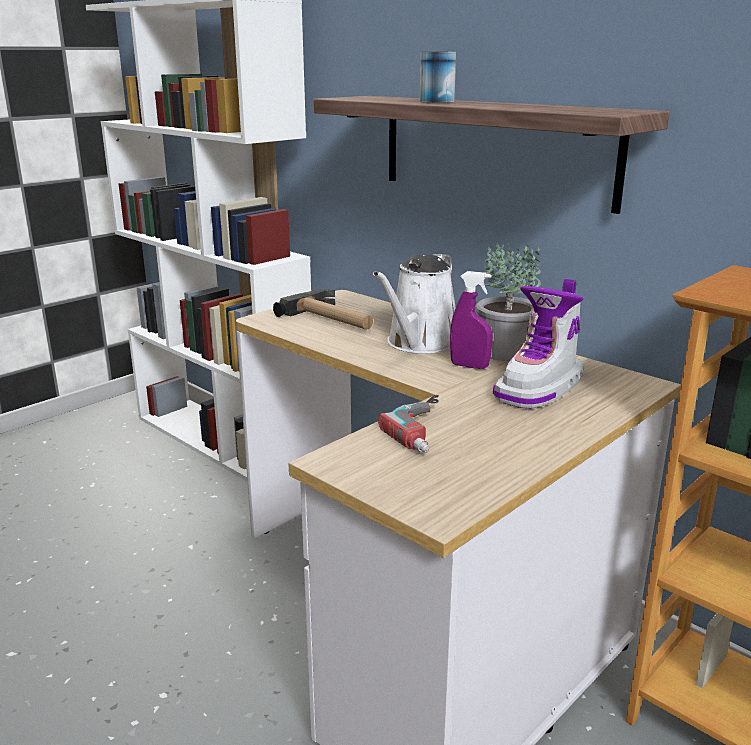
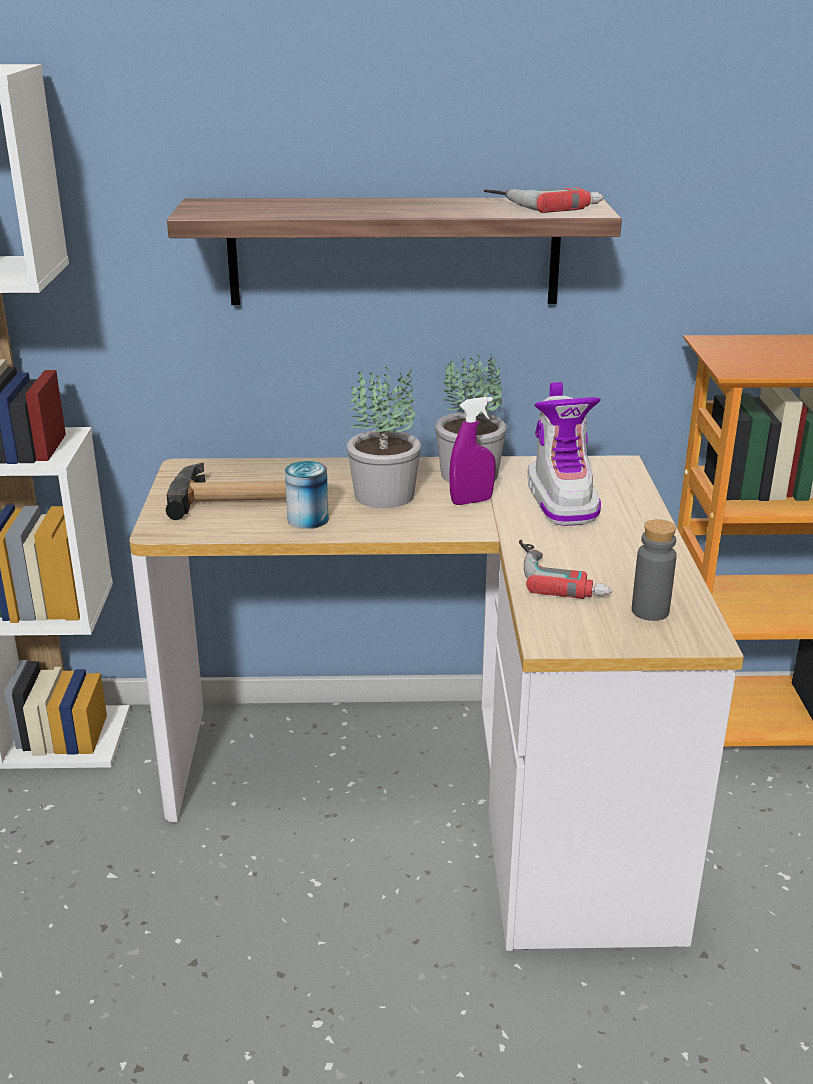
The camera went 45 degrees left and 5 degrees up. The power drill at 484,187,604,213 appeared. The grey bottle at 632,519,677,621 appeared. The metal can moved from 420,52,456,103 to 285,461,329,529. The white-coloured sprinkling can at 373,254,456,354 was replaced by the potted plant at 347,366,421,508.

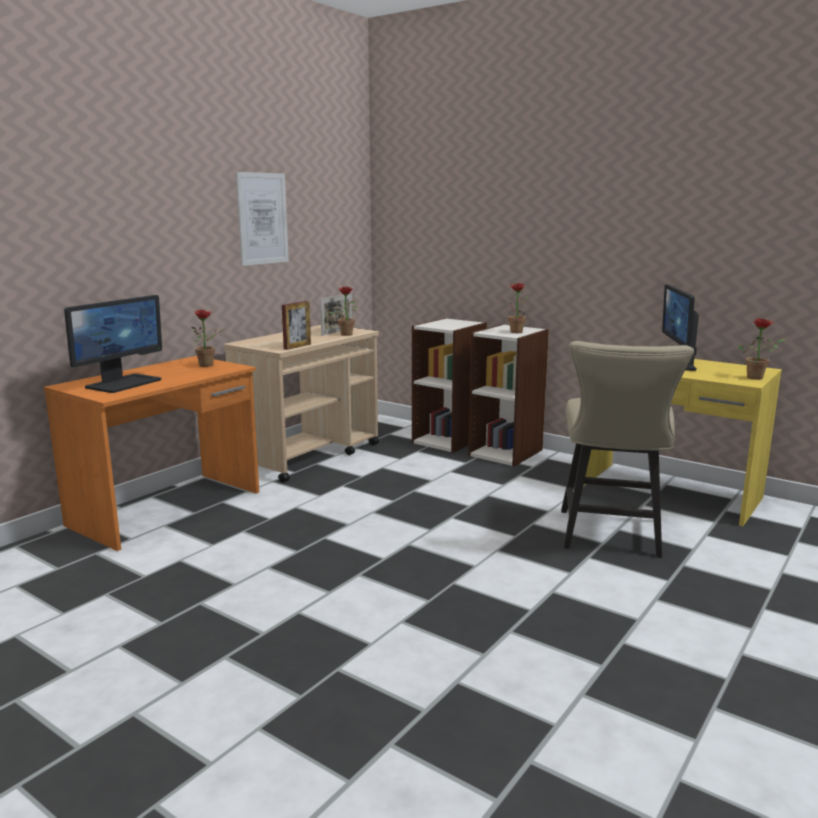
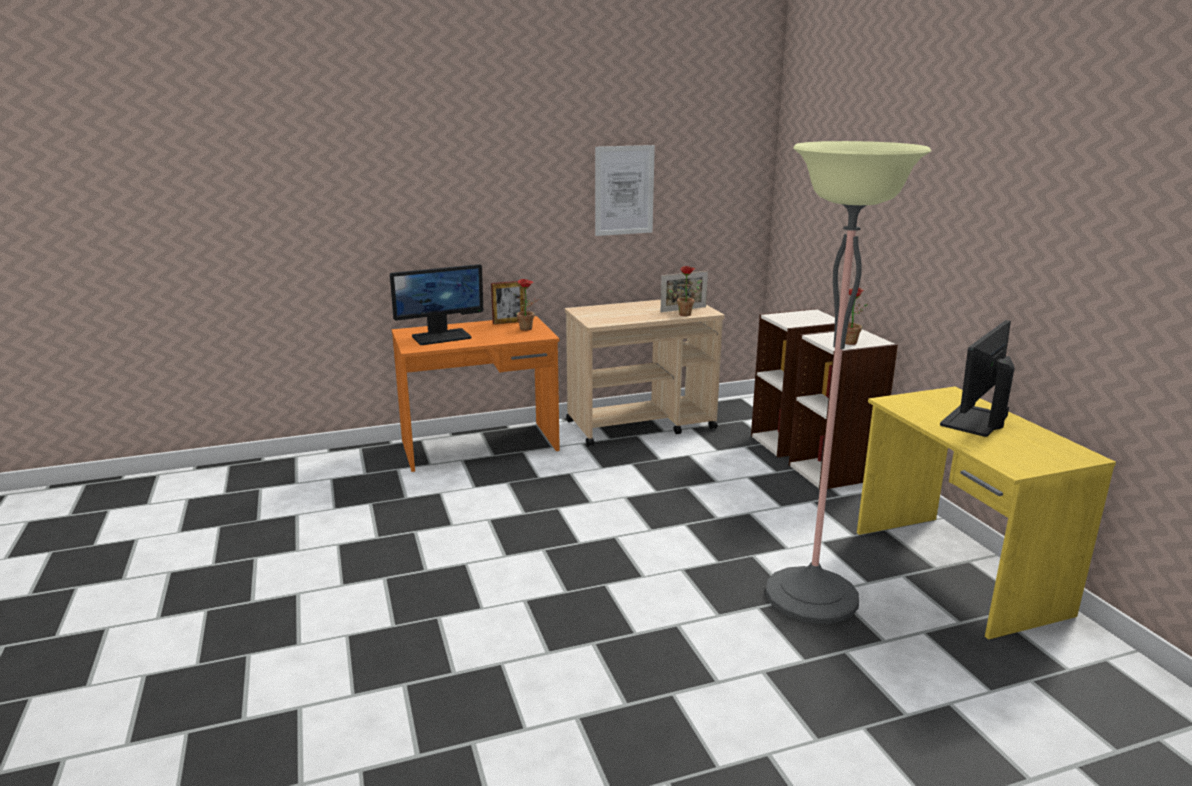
The camera went 35 degrees right and 5 degrees up. The potted plant at 737,318,786,380 disappeared. The photo frame moved from 282,301,311,350 to 491,281,525,325. The sand-coloured upright chair at 561,341,694,558 was replaced by the standard lamp at 766,141,931,624.

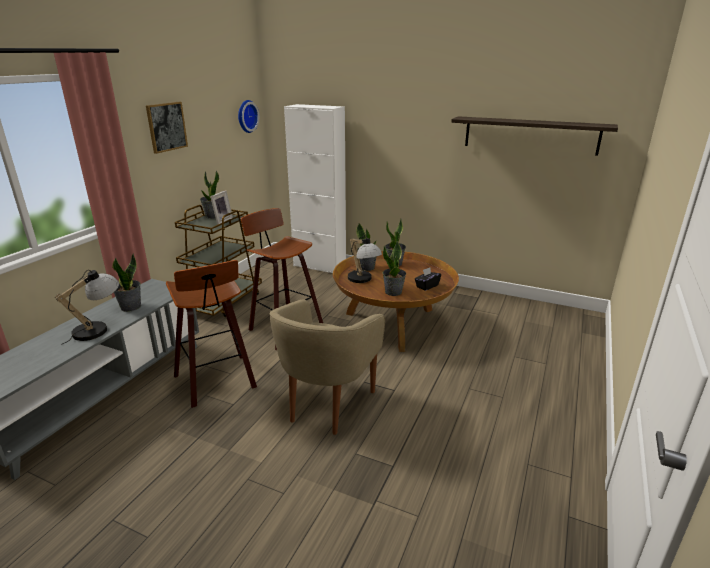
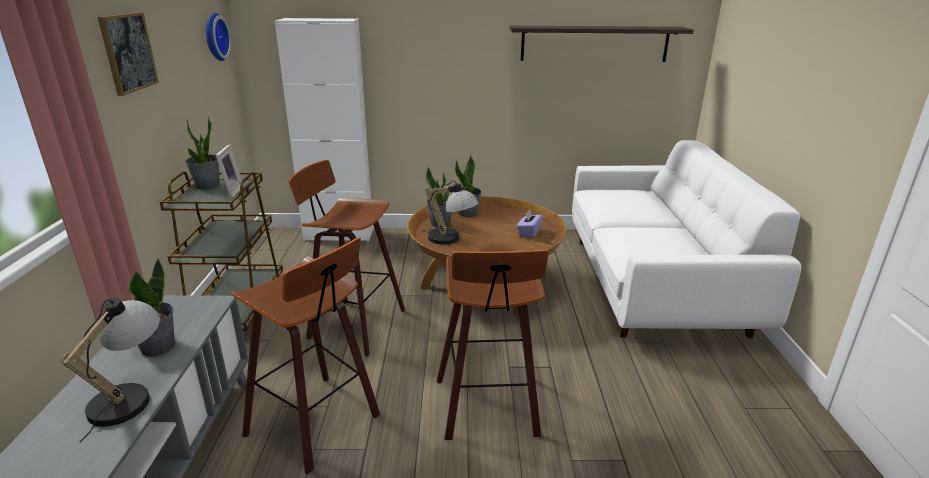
The camera went 25 degrees left and 0 degrees up. The potted plant at 383,241,406,296 disappeared. The white-coloured couch at 572,140,802,339 appeared. The sand-coloured lounge chair at 270,299,385,435 was replaced by the stool at 437,250,548,440. The blackish box of tissues at 415,267,441,291 became the purple box of tissues at 517,210,543,238.

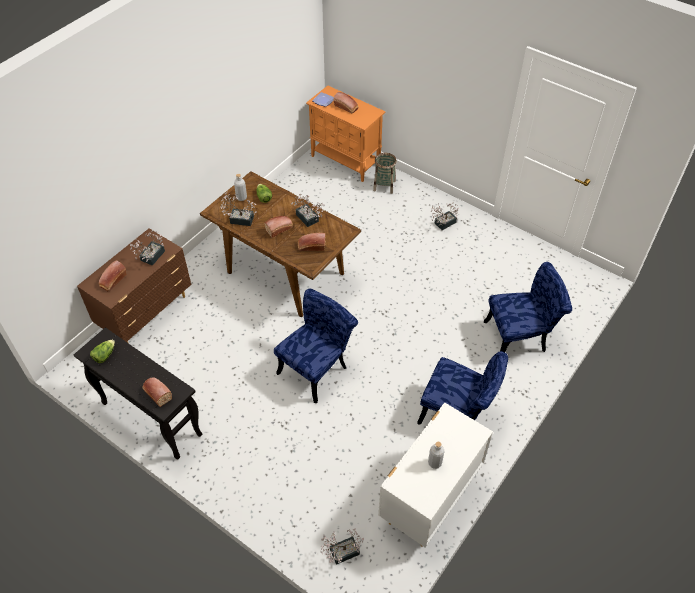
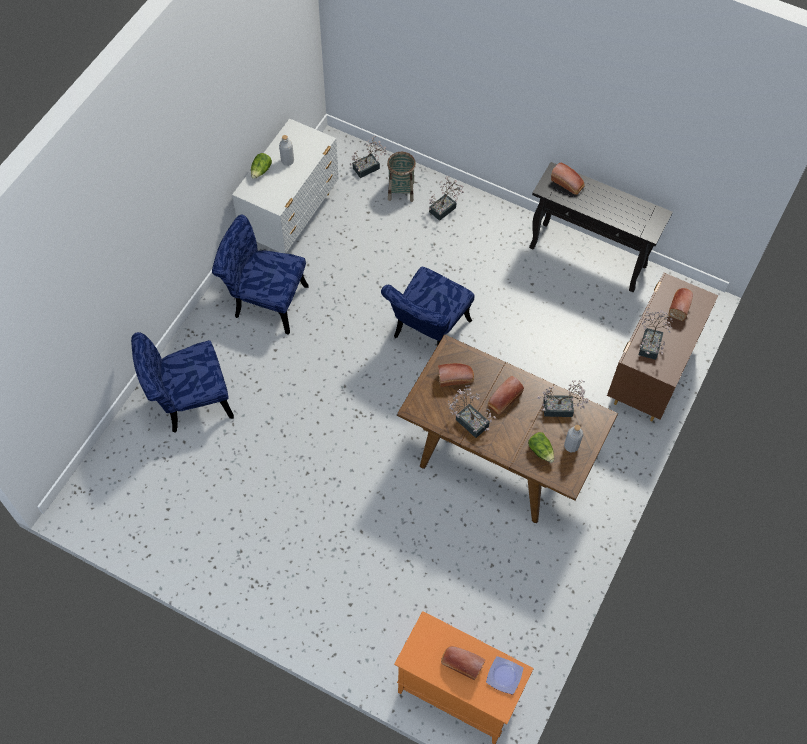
The camera went 170 degrees right and 10 degrees up. The lettuce moved from 90,339,115,363 to 251,153,272,179. The storage basket moved from 373,153,397,194 to 387,152,416,202. The potted plant moved from 430,202,459,230 to 429,176,464,221.

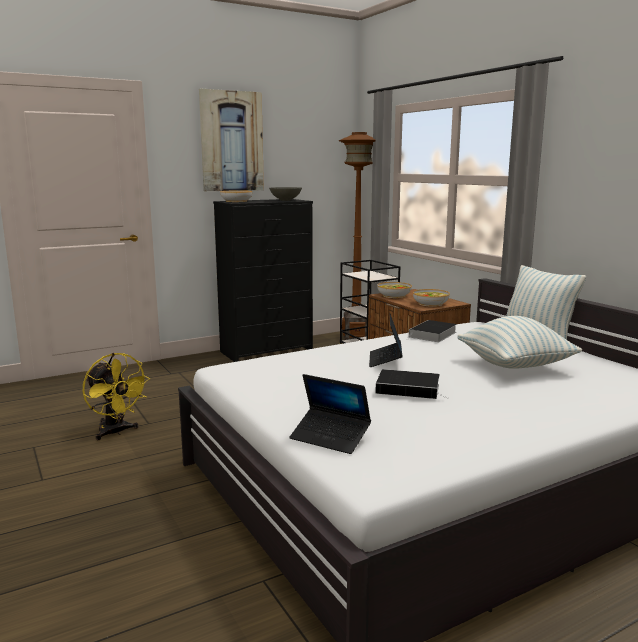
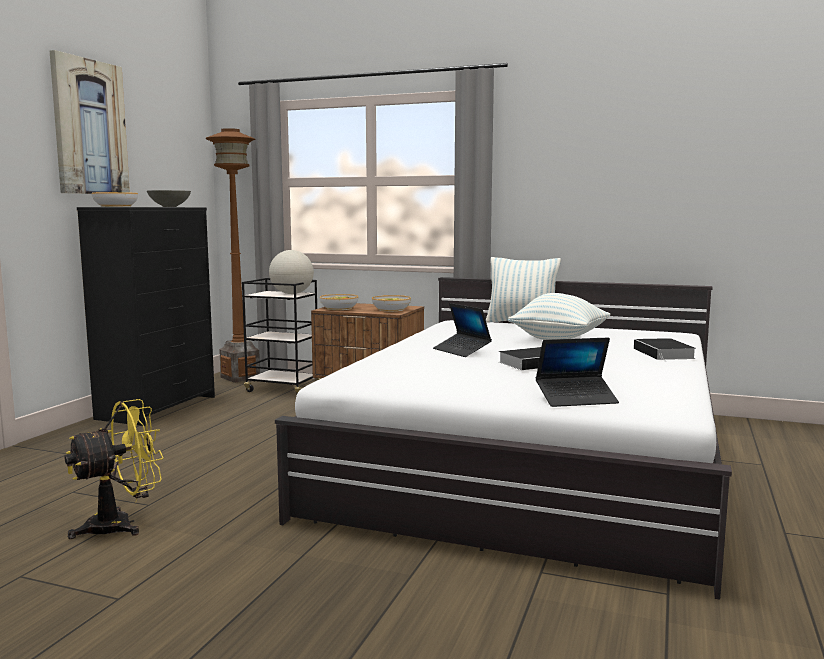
The camera went 40 degrees left and 5 degrees down. The desk globe at 269,250,314,294 appeared. The book moved from 407,320,457,342 to 634,338,696,362. The yellow cooling fan at 83,353,150,440 turned 45 degrees counterclockwise.

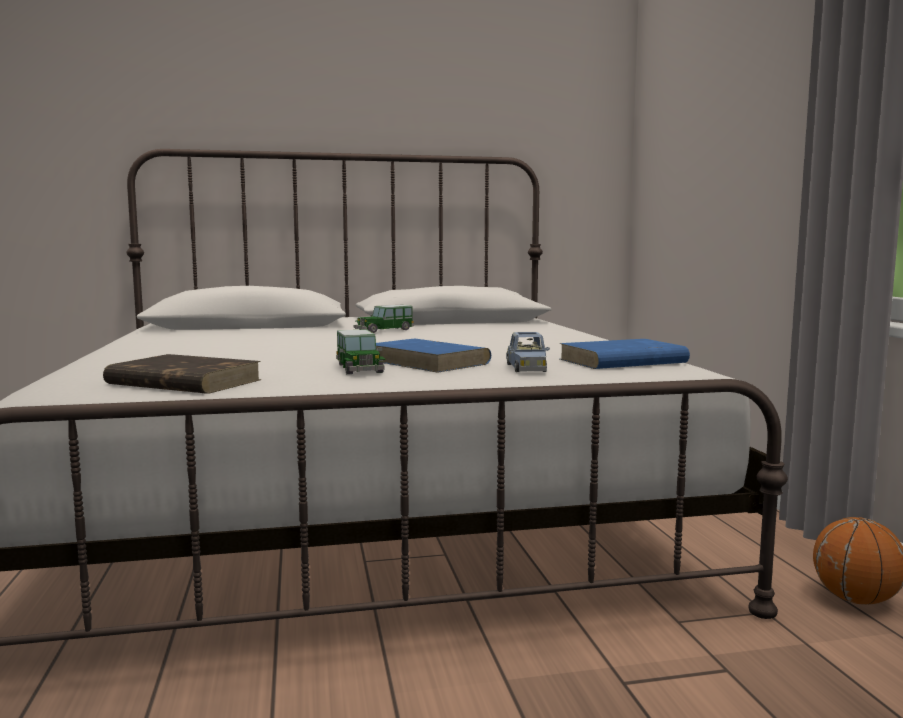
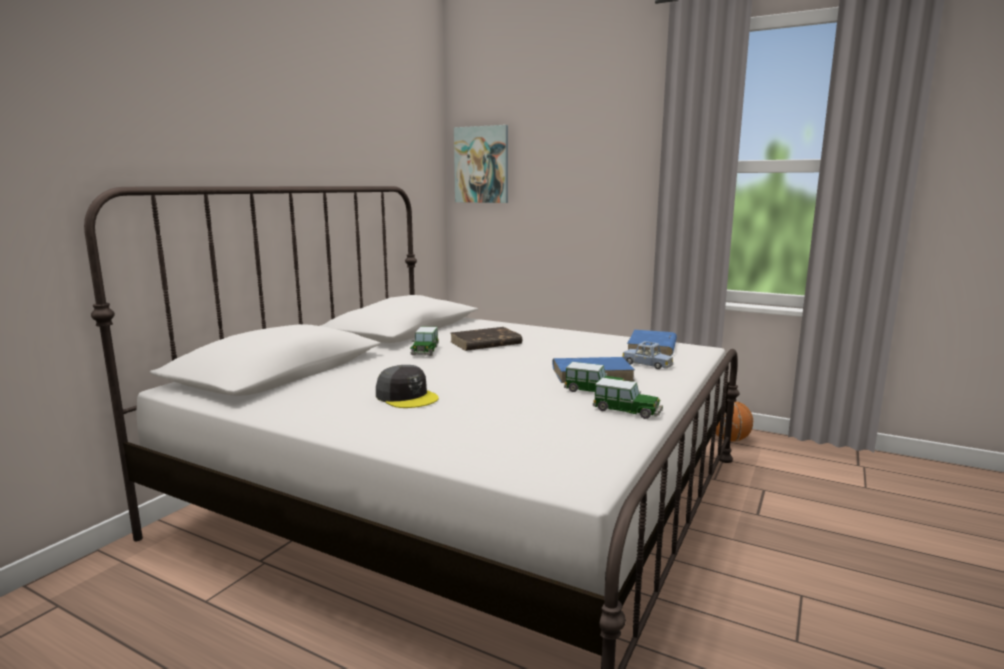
The camera went 50 degrees left and 5 degrees up. The grey peaked cap at 376,365,439,408 appeared. The picture at 454,125,508,203 appeared. The model car at 593,377,663,419 appeared. The brown book moved from 103,354,261,394 to 451,327,522,351.

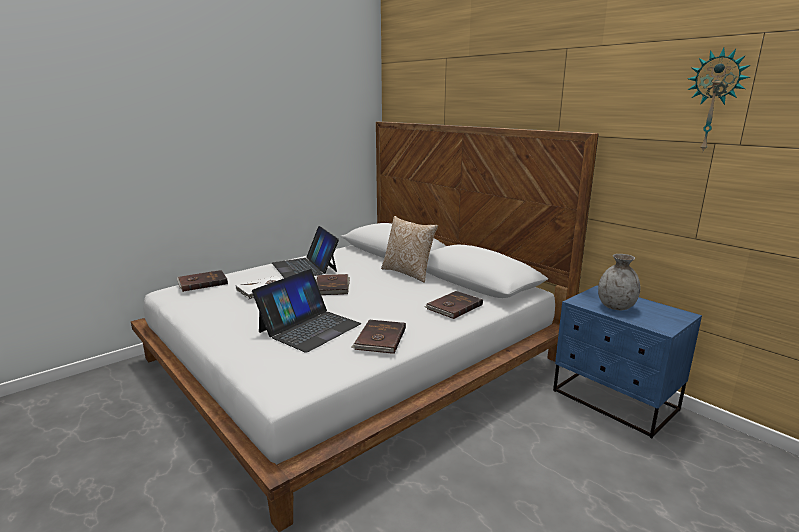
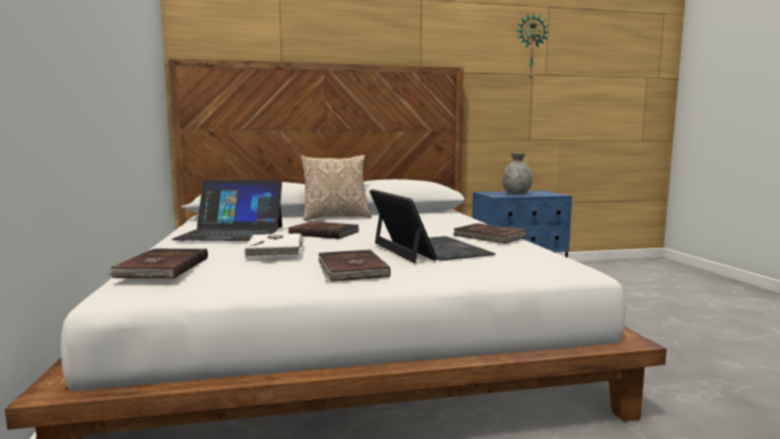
The camera went 60 degrees left and 10 degrees down. The brown book moved from 424,291,483,319 to 318,249,391,282.

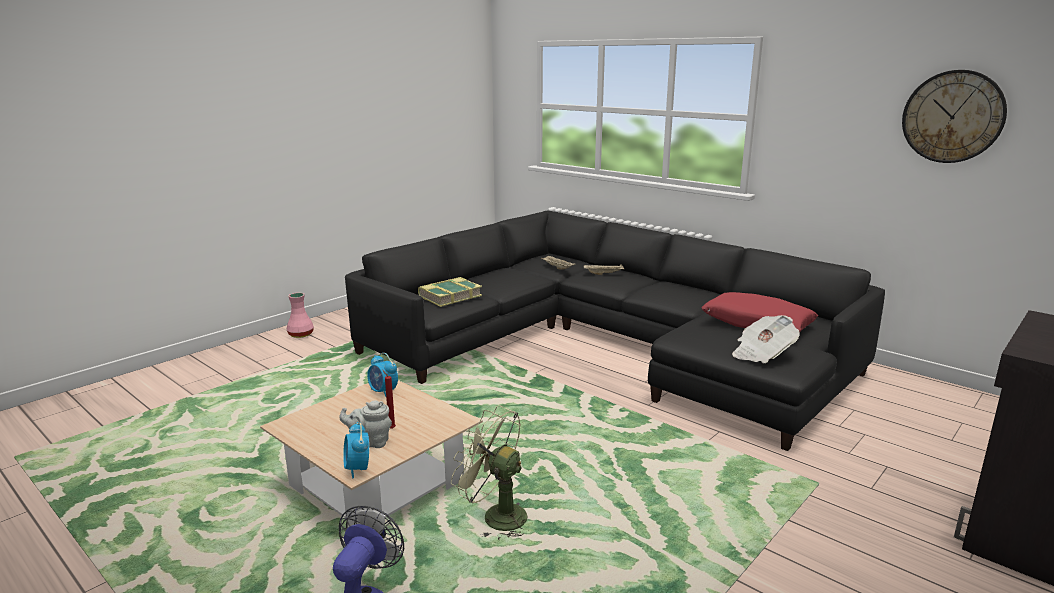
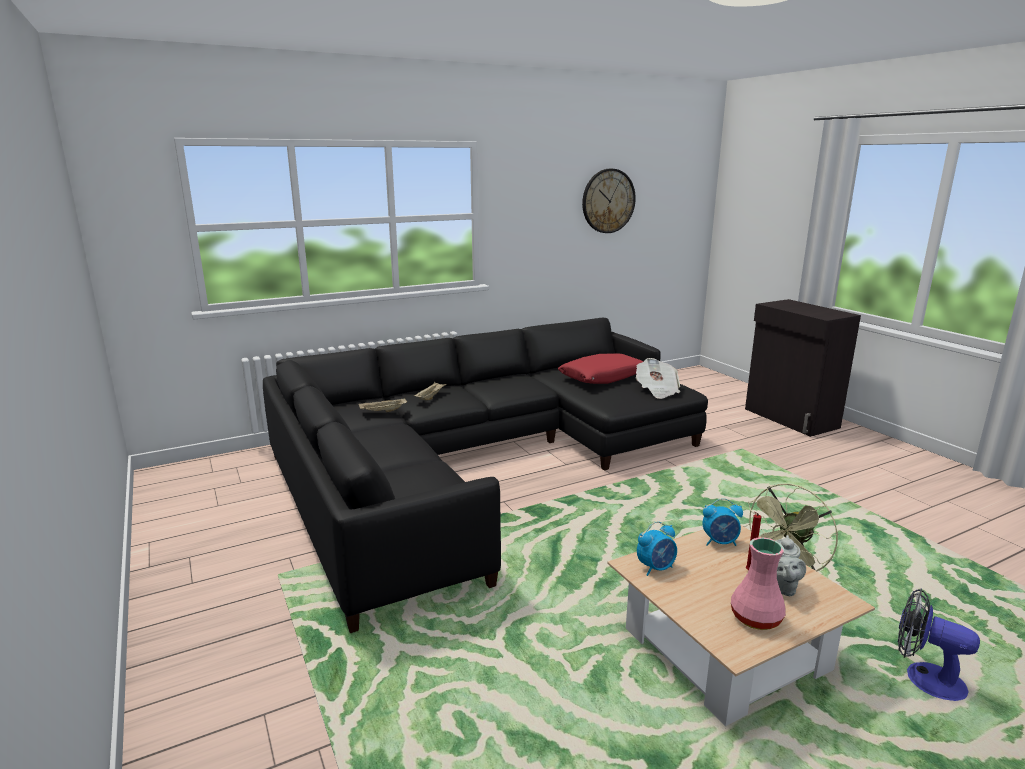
The camera went 70 degrees left and 0 degrees up. The book at 418,277,482,307 disappeared. The pink-coloured vase moved from 287,293,314,338 to 731,537,786,630. The bedside clock moved from 343,422,369,478 to 702,498,743,546.

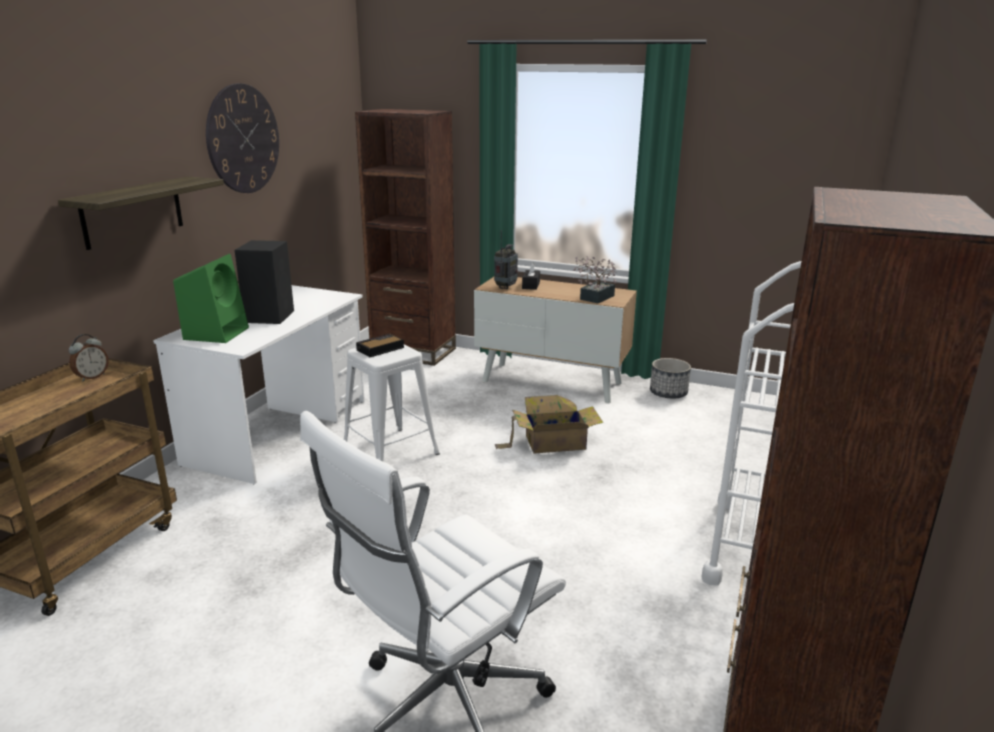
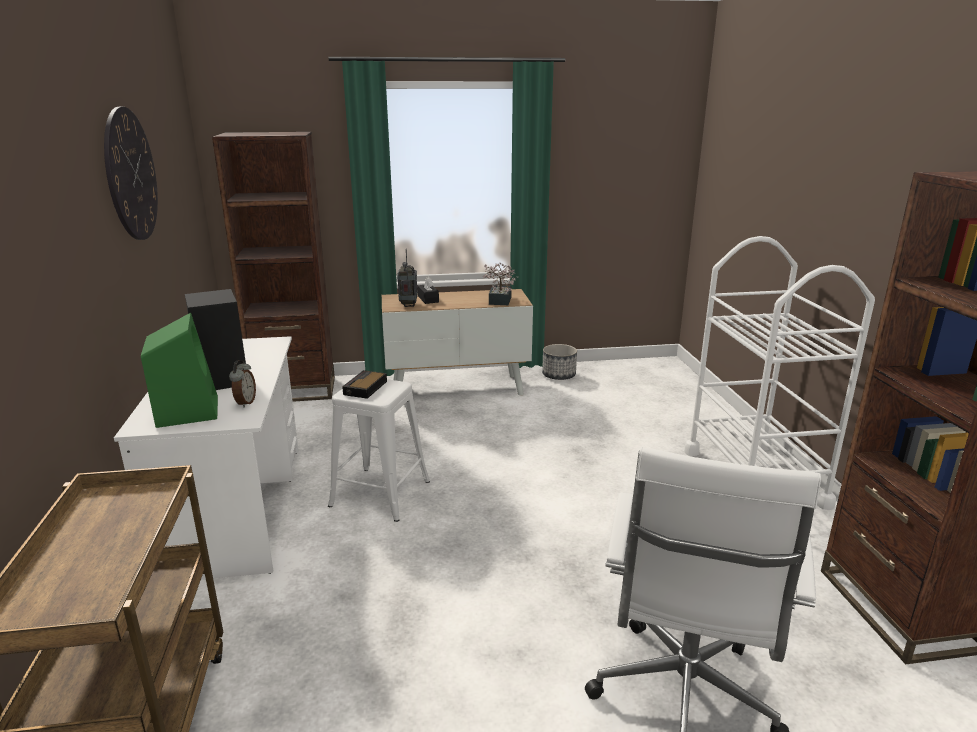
The camera went 30 degrees left and 0 degrees up. The wall shelf at 58,176,224,250 disappeared. The packing box at 495,395,603,453 disappeared. The bedside clock moved from 68,334,109,382 to 229,360,256,408.

